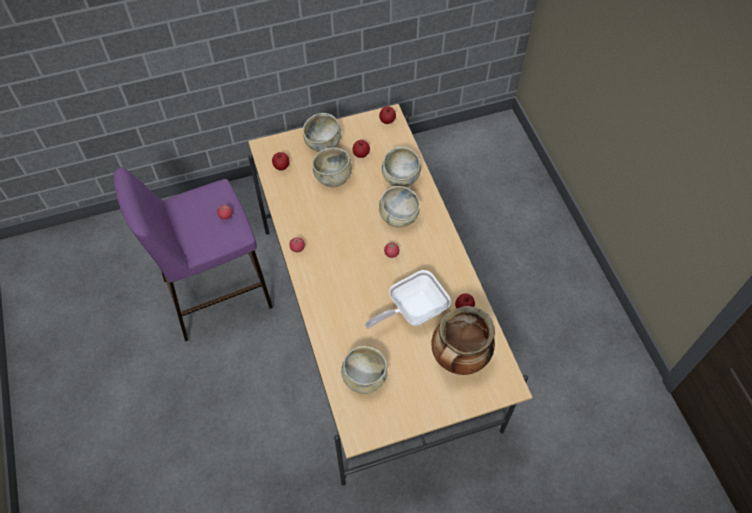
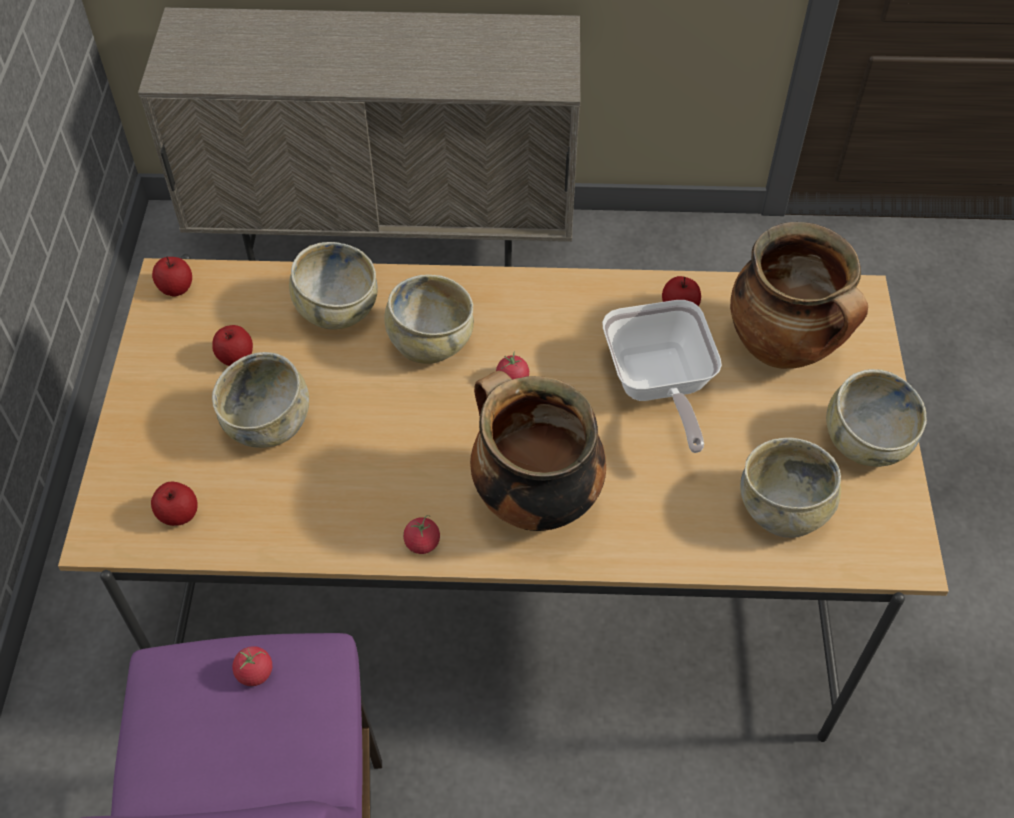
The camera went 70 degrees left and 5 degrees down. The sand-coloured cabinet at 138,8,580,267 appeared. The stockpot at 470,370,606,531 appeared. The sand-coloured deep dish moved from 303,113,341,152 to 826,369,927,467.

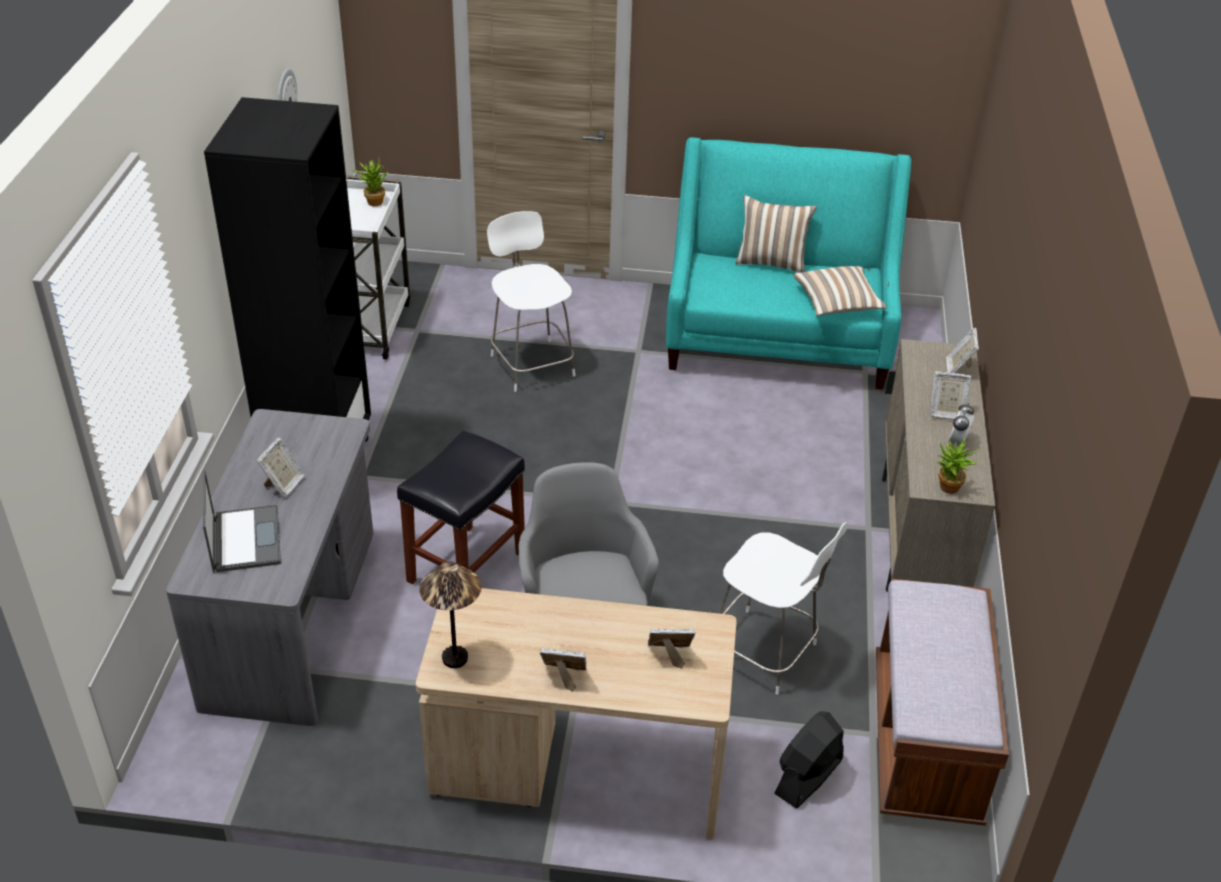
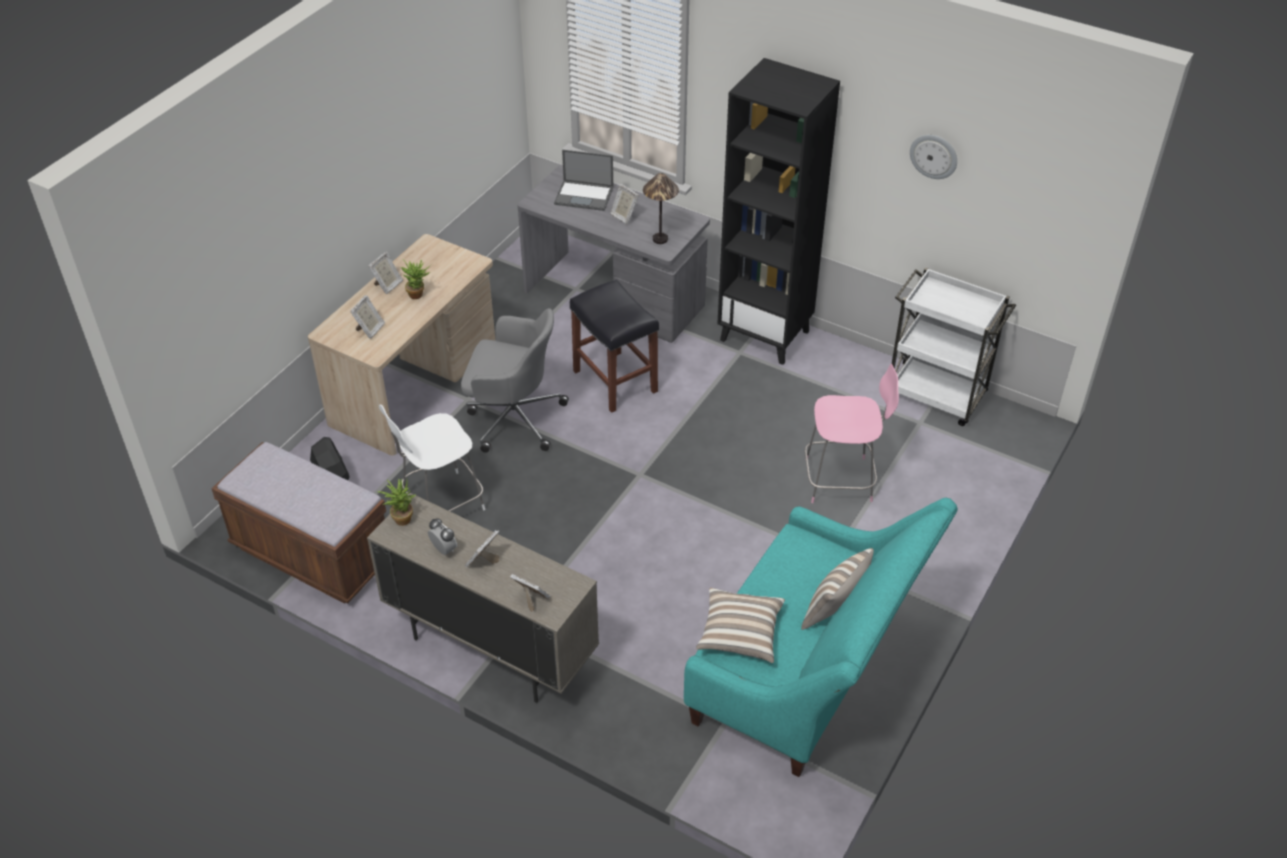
The camera went 115 degrees right and 5 degrees up. The potted plant moved from 352,160,388,206 to 401,259,431,299. The lamp for a table moved from 420,561,482,668 to 643,173,679,244. The white-coloured upright chair at 487,211,575,392 became the pink-coloured upright chair at 805,364,899,503.

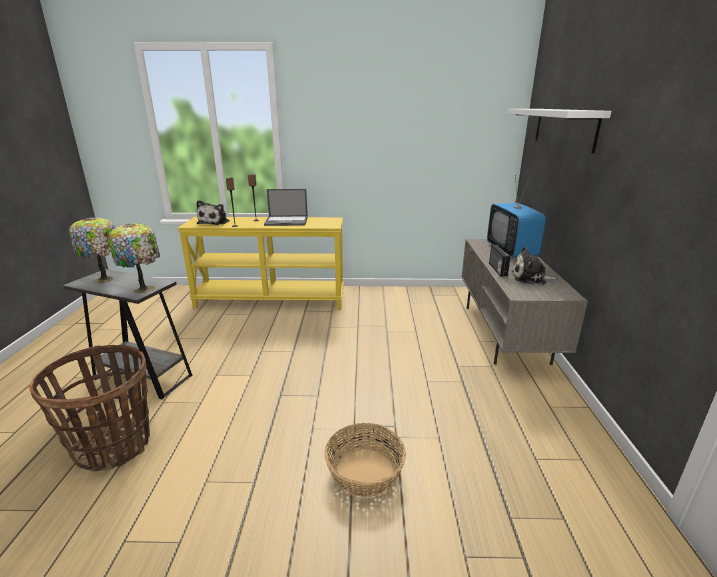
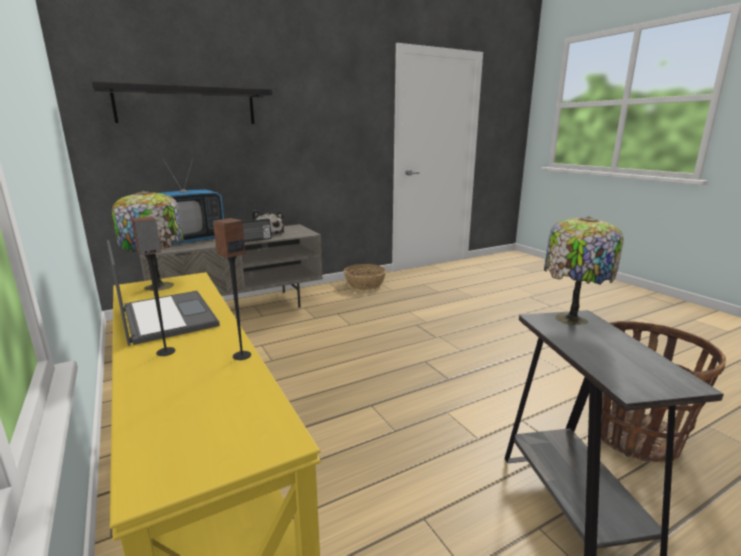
The camera went 120 degrees left and 5 degrees down. The plush toy at 196,200,230,225 disappeared. The lamp for a table moved from 69,217,115,283 to 112,190,184,291. The storage basket moved from 324,423,406,497 to 344,264,386,290. The white-coloured wall shelf at 506,109,611,153 became the blackish wall shelf at 92,81,272,124.

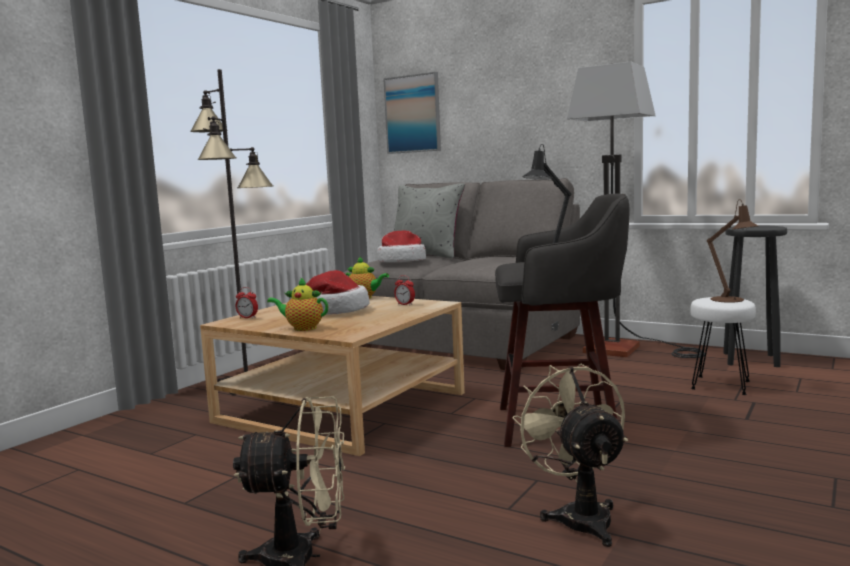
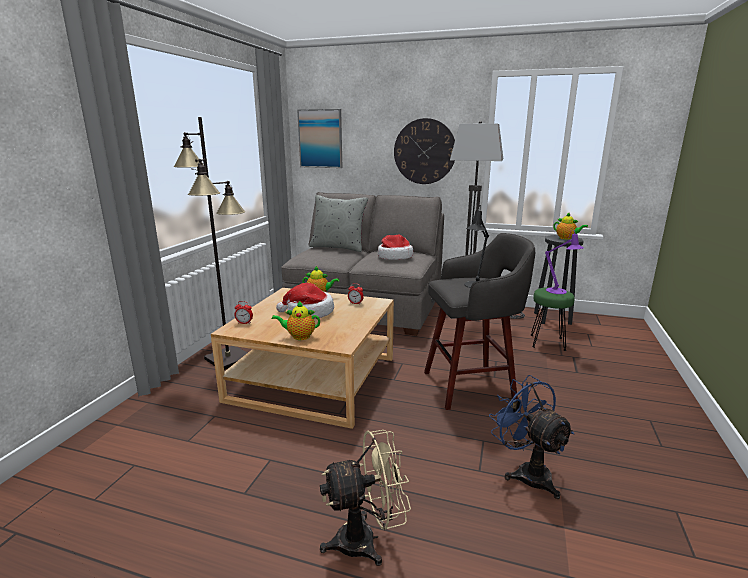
The camera went 15 degrees left and 10 degrees up. The hanging clock at 394,118,455,184 appeared. The pot for tea at 553,212,588,240 appeared. The clothing hat moved from 377,231,426,262 to 378,235,413,260. The sand-coloured cooling fan at 512,364,628,547 became the bluish cooling fan at 489,375,574,499. The white-coloured stool at 690,297,756,395 became the green-coloured stool at 531,287,575,351. The brown lamp for a table at 707,199,758,303 became the purple lamp for a table at 545,230,583,294.

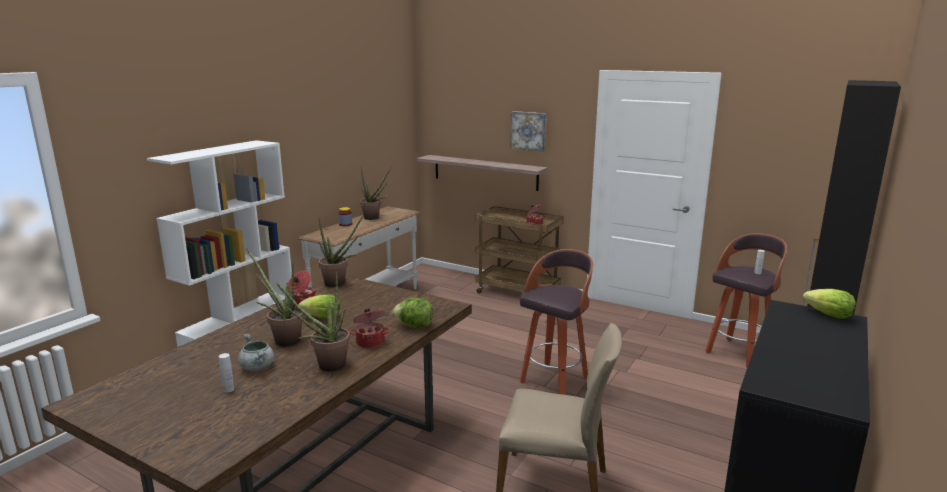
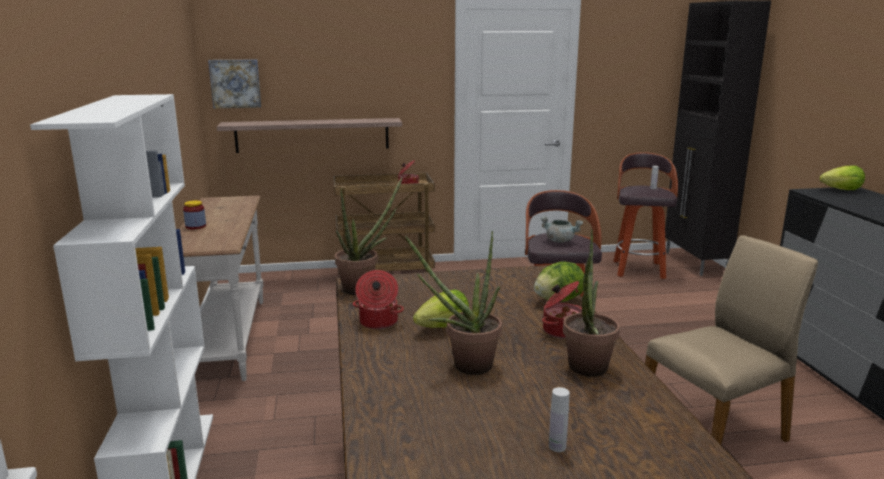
The camera went 40 degrees left and 0 degrees up. The potted plant at 360,167,392,220 disappeared. The grey stockpot moved from 238,334,274,370 to 541,217,583,243. The picture moved from 510,111,547,152 to 208,59,261,108.

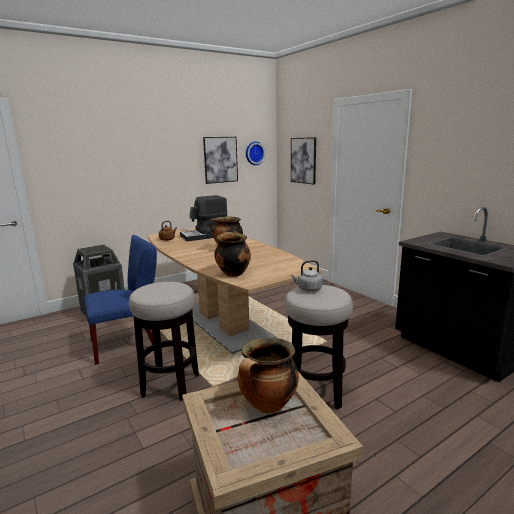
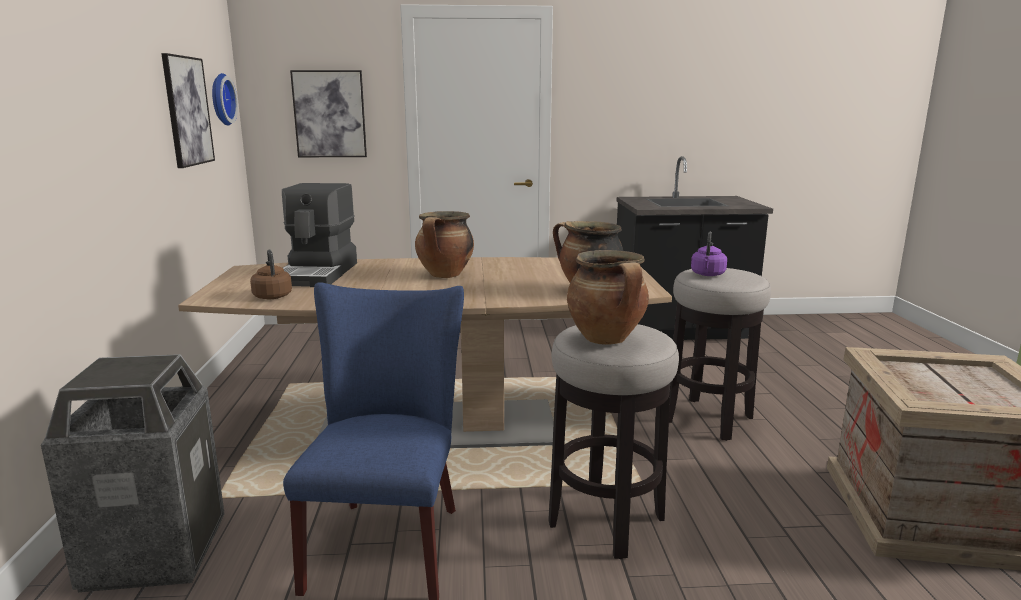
The camera went 60 degrees left and 0 degrees up. The stockpot moved from 238,337,299,414 to 567,250,649,345. The grey tea kettle at 291,260,323,292 became the purple tea kettle at 691,232,727,276.

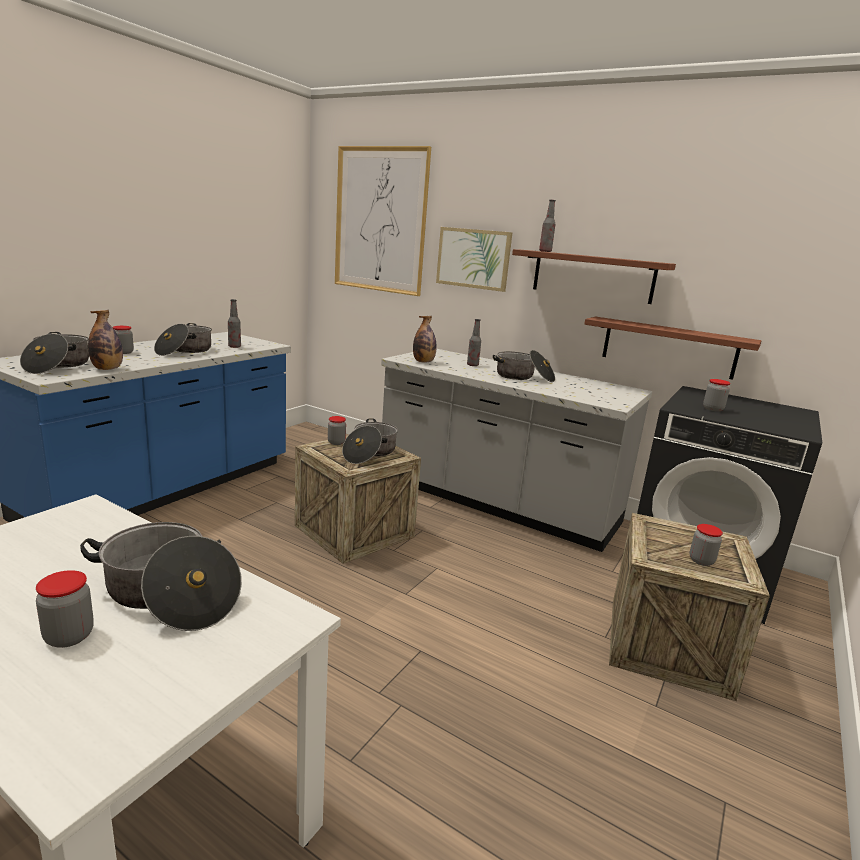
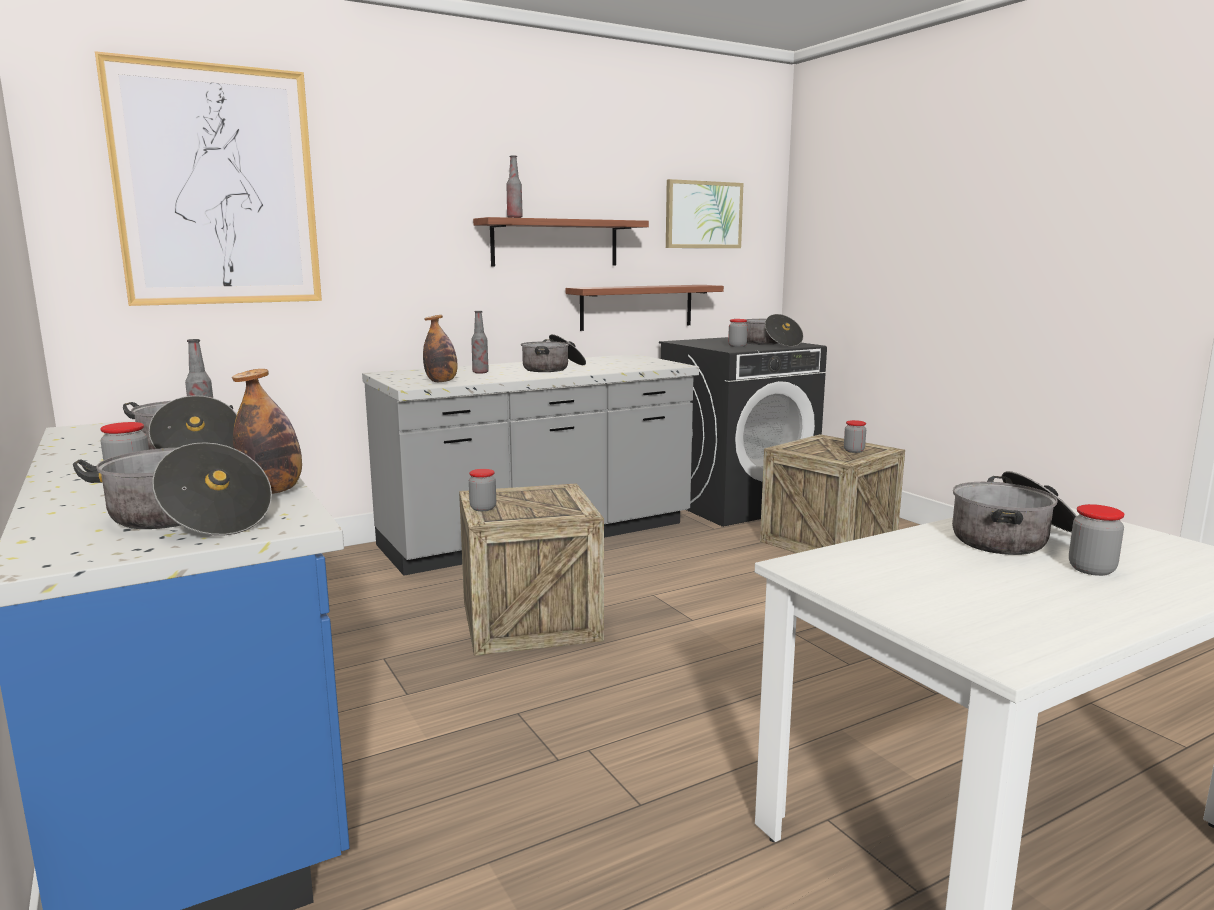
The camera went 60 degrees left and 5 degrees down. The stockpot moved from 342,419,398,464 to 746,314,803,347. The picture moved from 436,227,513,292 to 666,179,743,248.

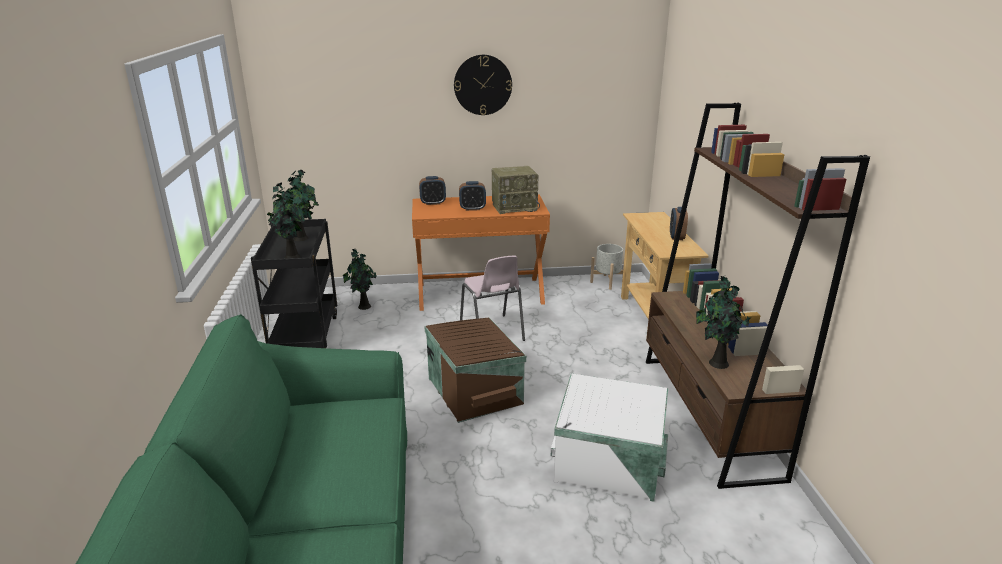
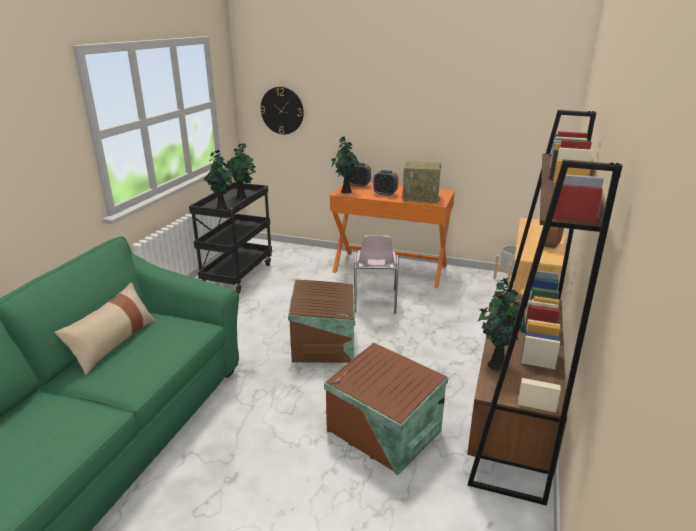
The camera went 25 degrees right and 0 degrees up. The sand-coloured cushion at 55,282,155,375 appeared. The potted plant moved from 342,249,377,310 to 332,136,359,194. The hanging clock moved from 454,55,512,115 to 260,87,304,135. The white-coloured storage bin at 551,373,668,502 became the brown storage bin at 324,343,448,475.

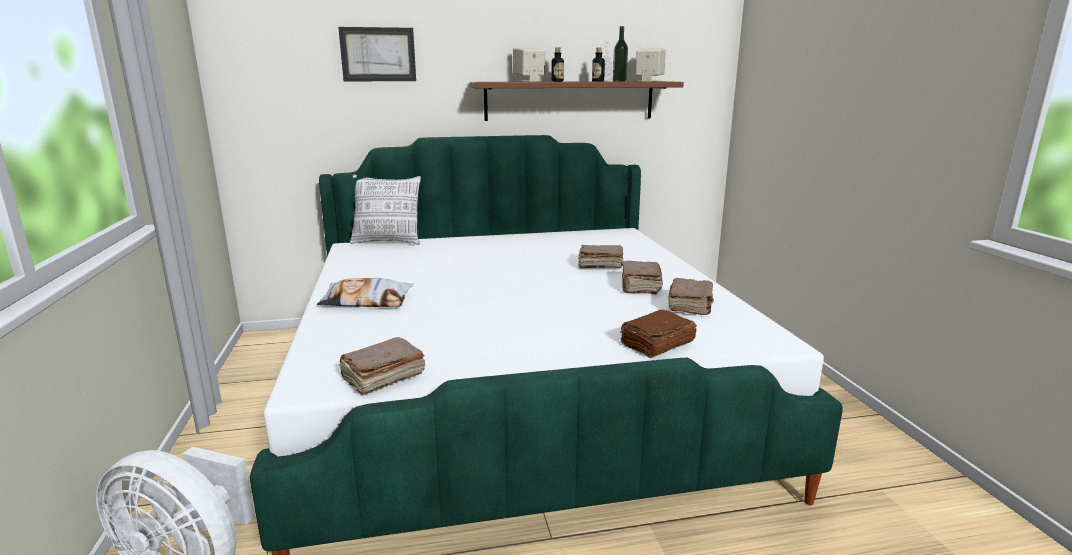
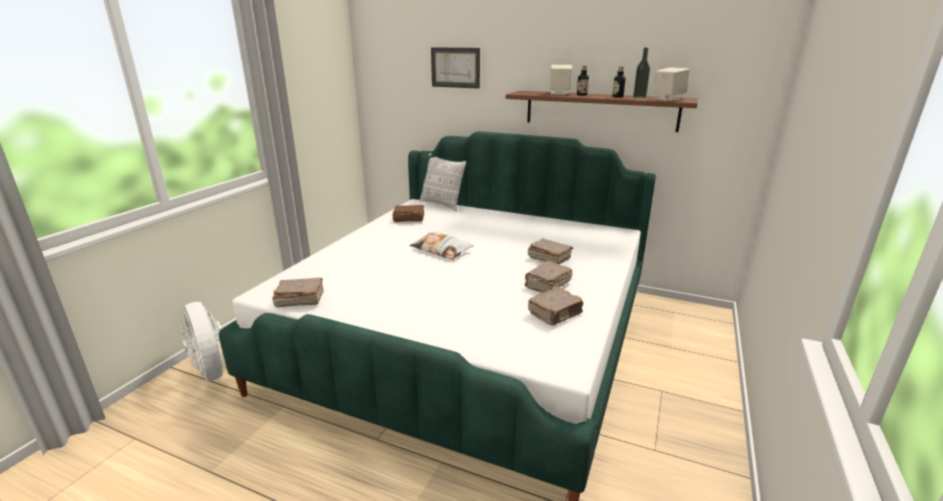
The camera went 35 degrees right and 5 degrees up. The cushion moved from 317,278,413,307 to 409,232,474,259. The brown book moved from 620,310,697,358 to 392,205,424,222.

